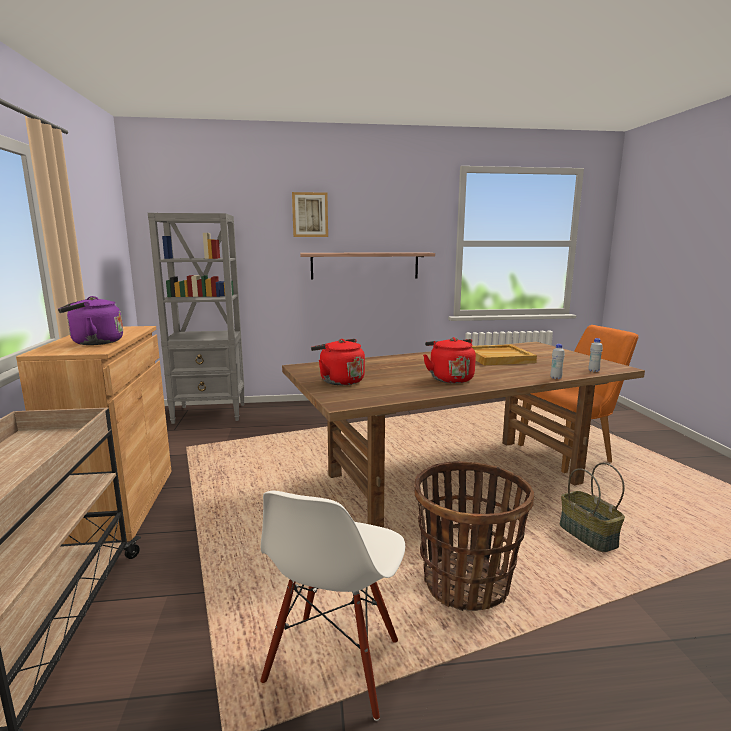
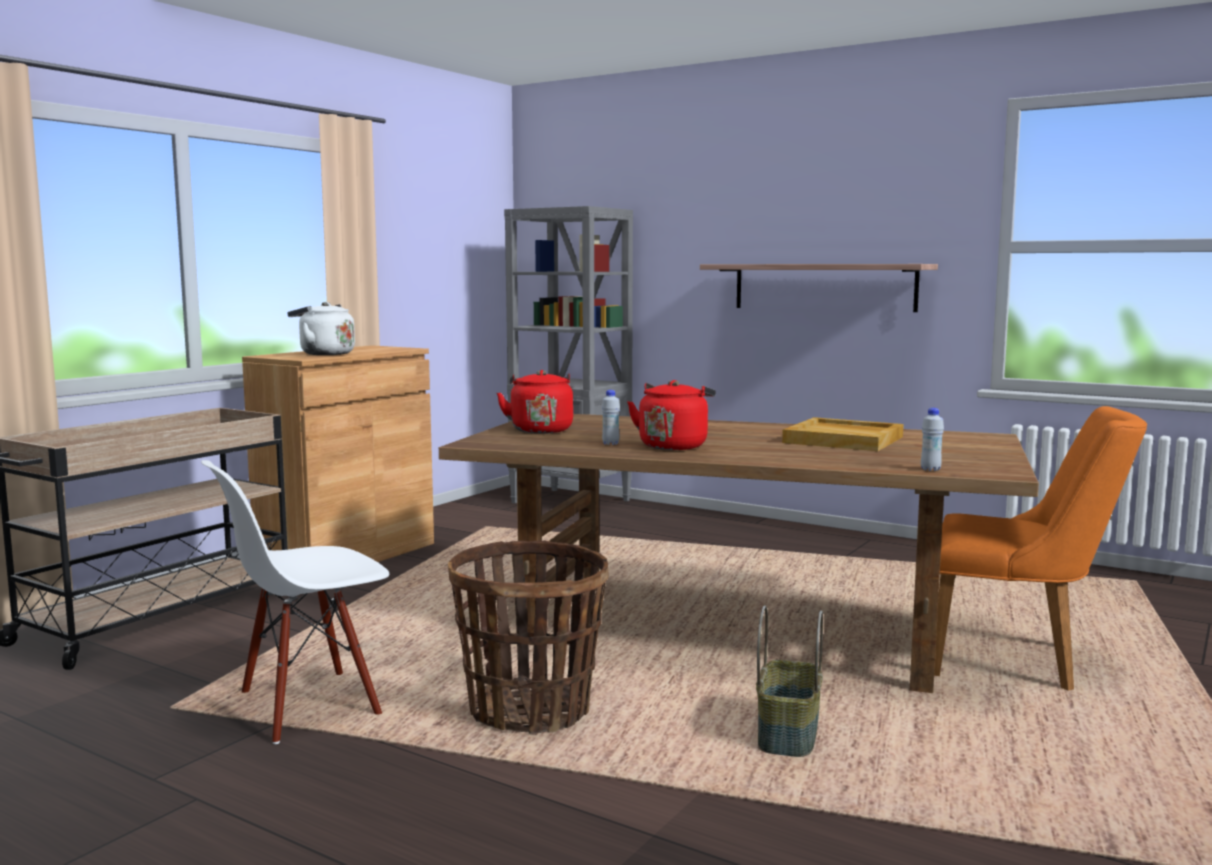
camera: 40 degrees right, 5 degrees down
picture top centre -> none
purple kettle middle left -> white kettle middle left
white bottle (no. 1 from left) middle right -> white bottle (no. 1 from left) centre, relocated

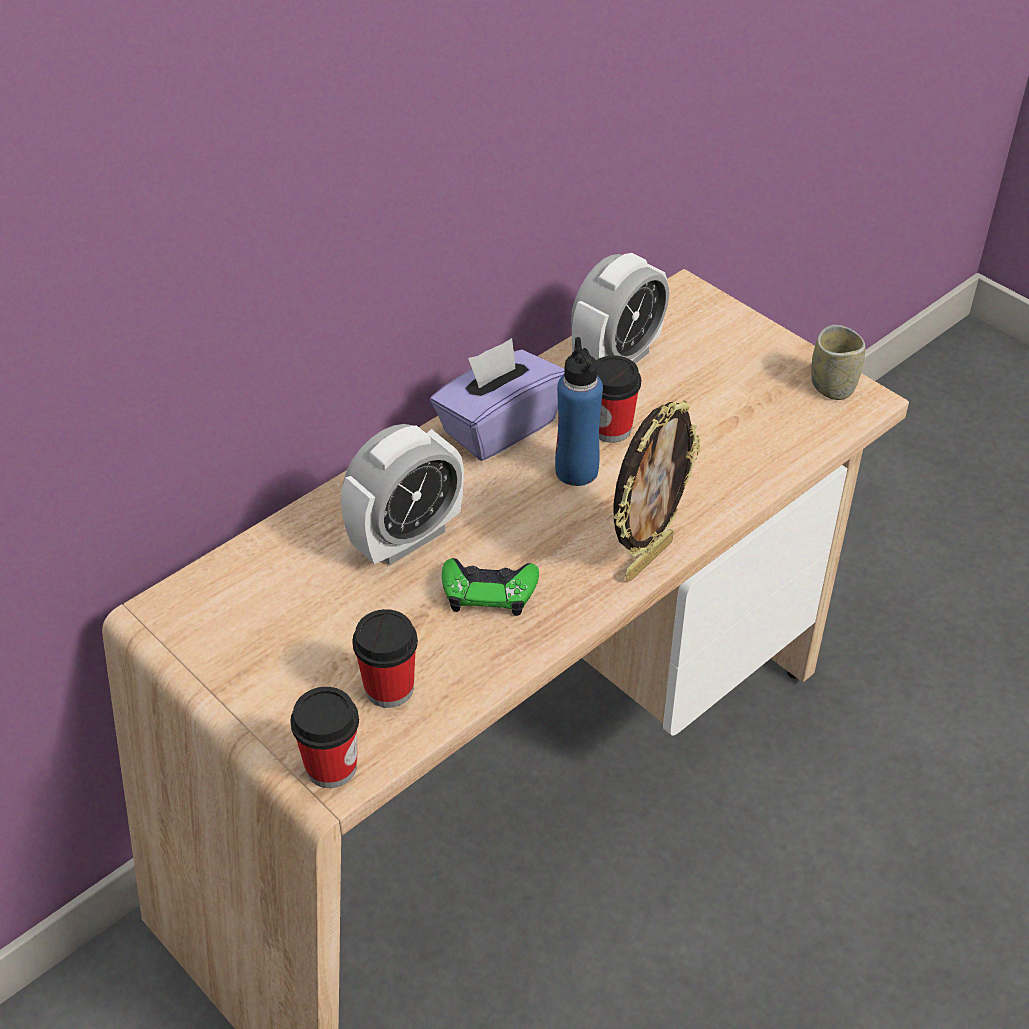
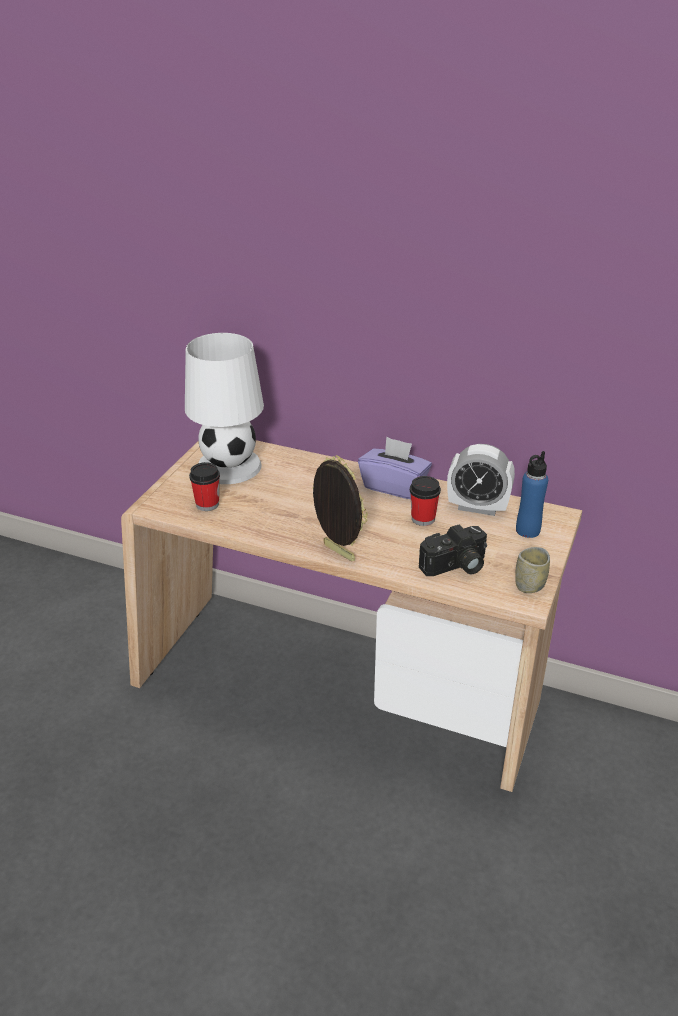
camera: 65 degrees right, 10 degrees down
blue bottle centre -> blue bottle middle right, relocated
picture frame centre, 150 degrees counterclockwise
alarm clock (no. 1 from left) centre -> none
green game controller centre -> none
cup (no. 1 from left) bottom left -> none
none -> white table lamp middle left
none -> photo camera middle right

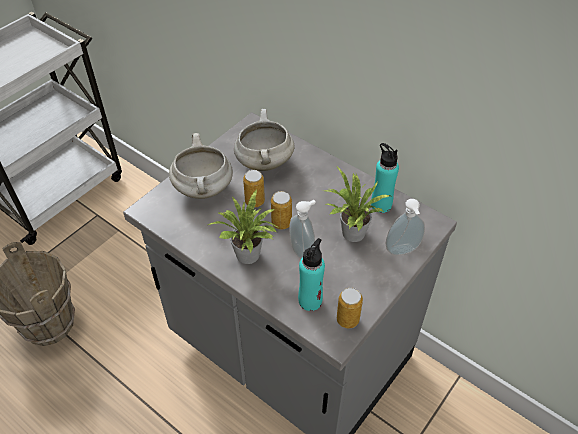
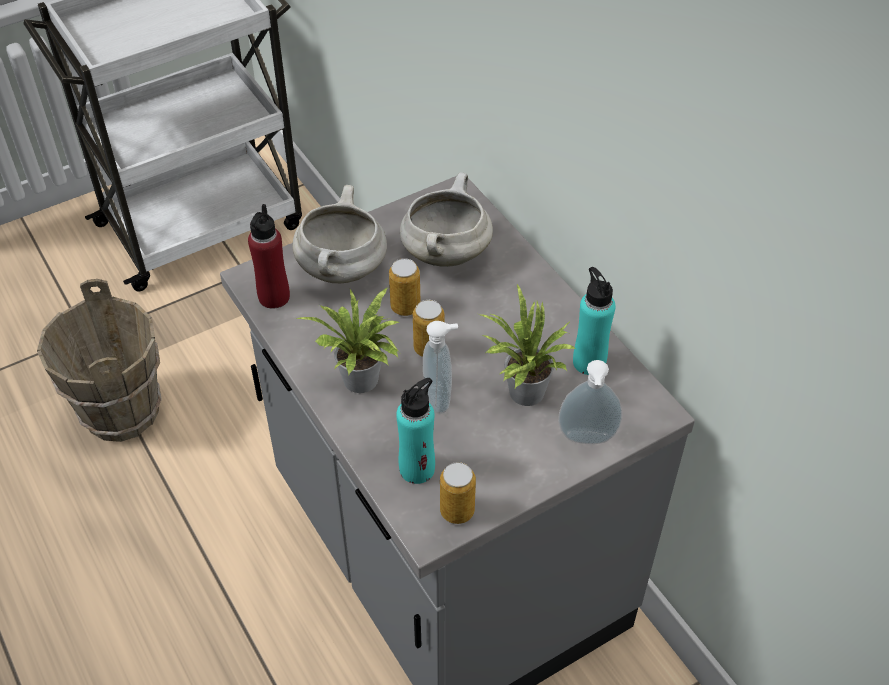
camera: 20 degrees right, 0 degrees up
none -> red bottle middle left

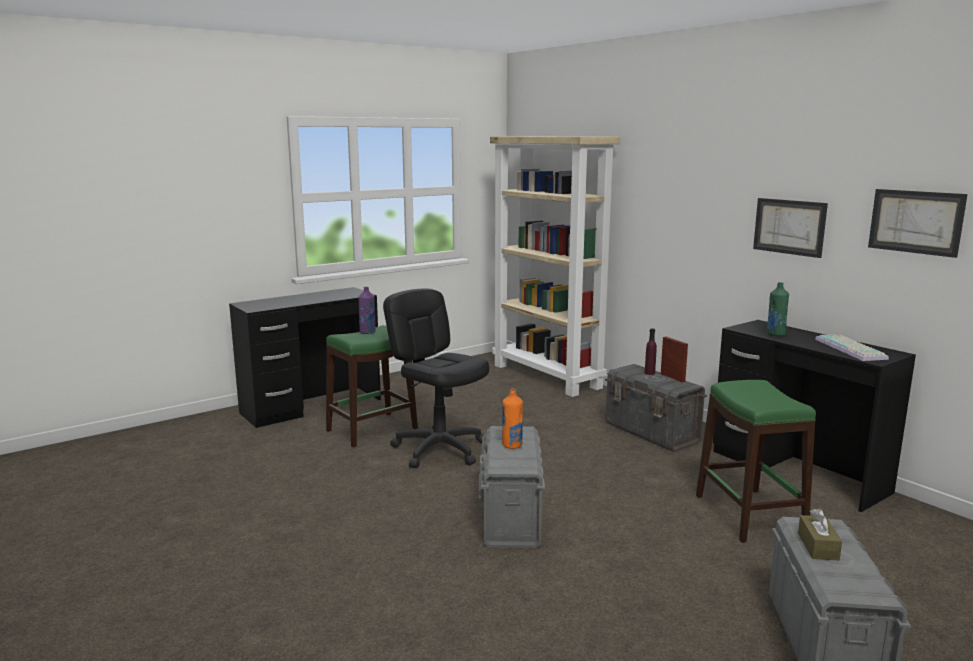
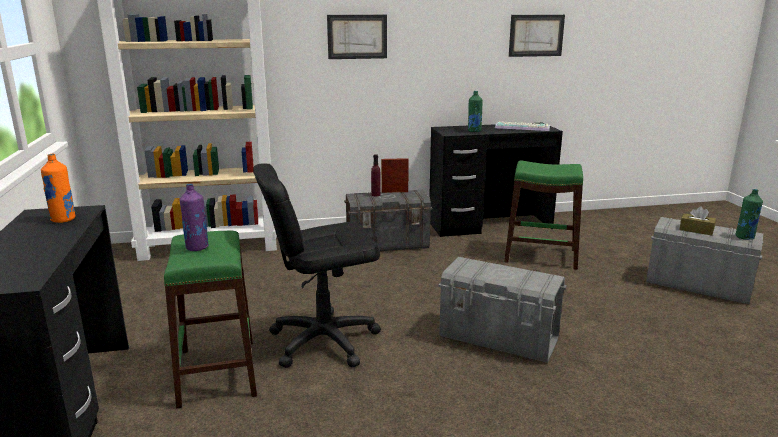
camera: 65 degrees left, 5 degrees up
picture (no. 1 from left) middle right -> picture (no. 1 from left) top centre, relocated
orange bottle centre -> orange bottle middle left, relocated
none -> green bottle (no. 2 from left) middle right

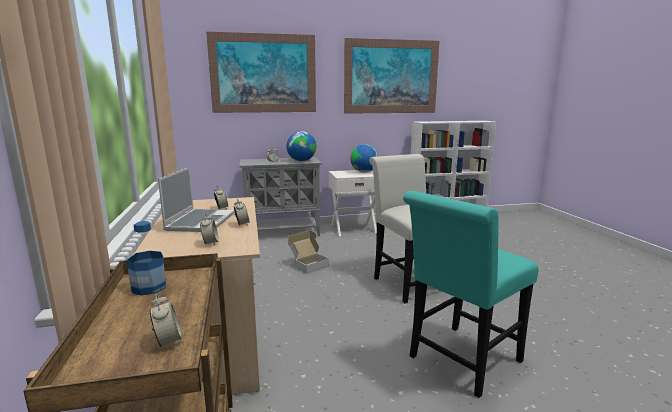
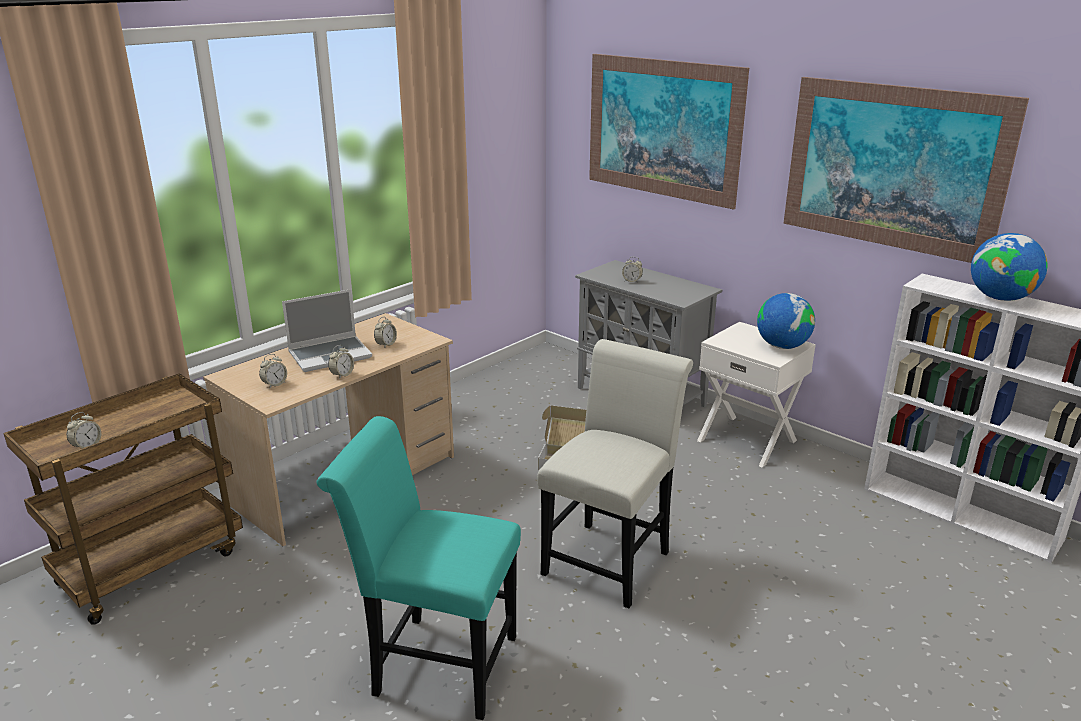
camera: 55 degrees right, 10 degrees up
globe (no. 1 from left in the first image) centre -> globe (no. 2 from left) middle right, relocated
bottle middle left -> none

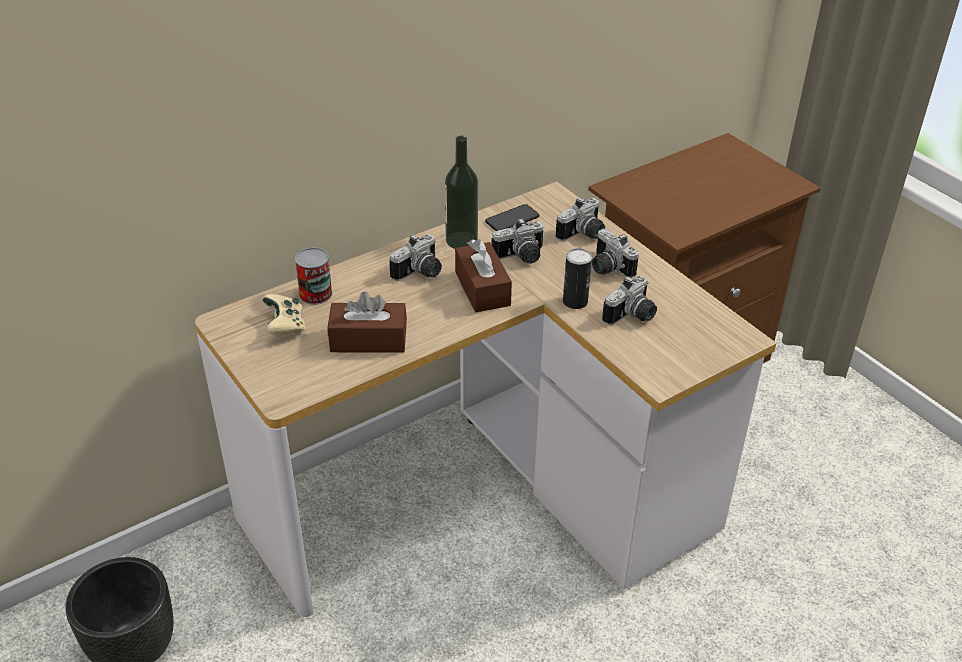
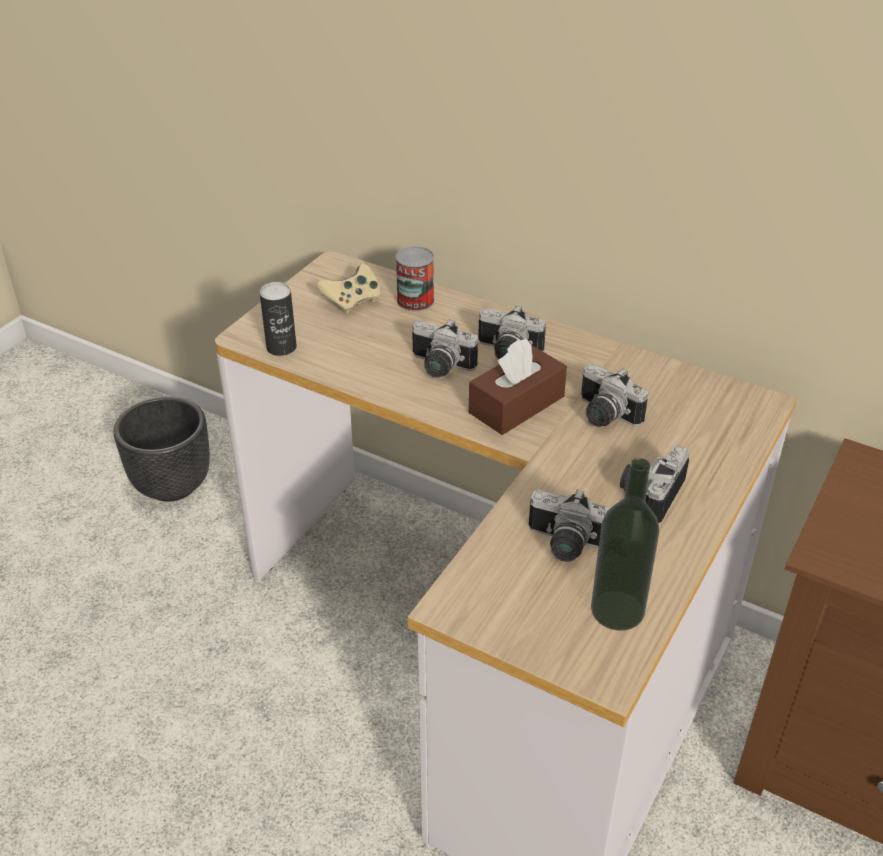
camera: 65 degrees right, 0 degrees up
bottle top centre -> bottle middle right, relocated
photo camera (no. 3 from left in the first image) top centre -> photo camera (no. 1 from left) centre, relocated
phone top centre -> none
can (no. 2 from left in the first image) centre -> can (no. 1 from left) middle left, relocated
brown tissue box (no. 1 from left) centre -> none

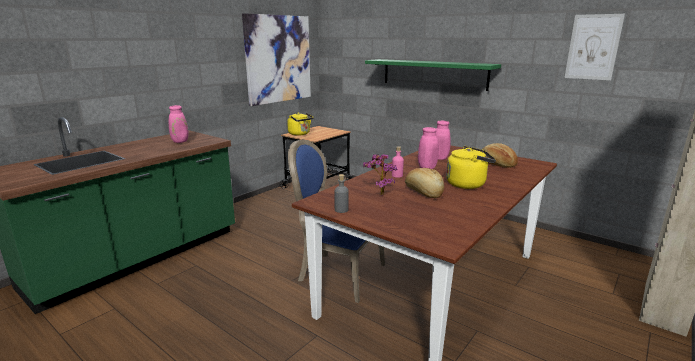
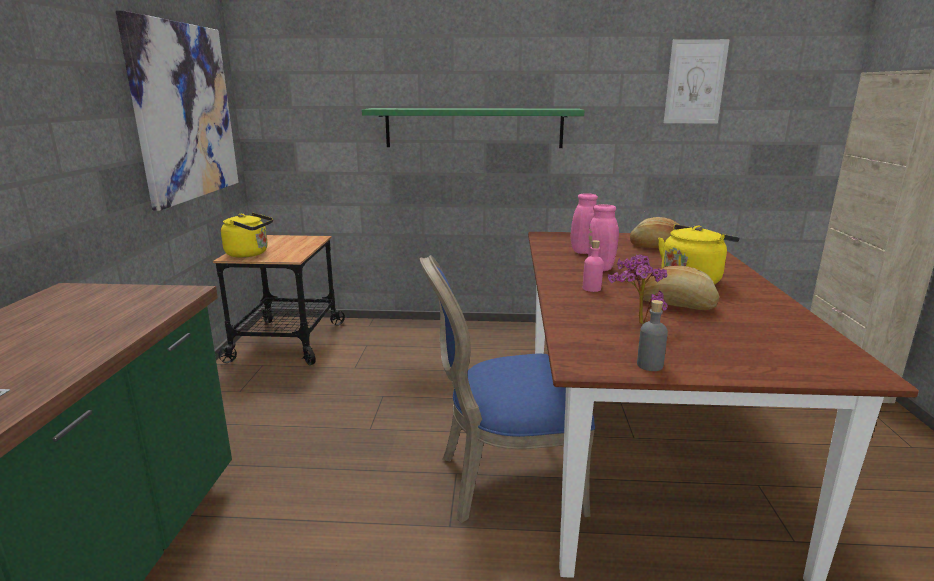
camera: 35 degrees left, 0 degrees up
pink vase (no. 1 from left) middle left -> none

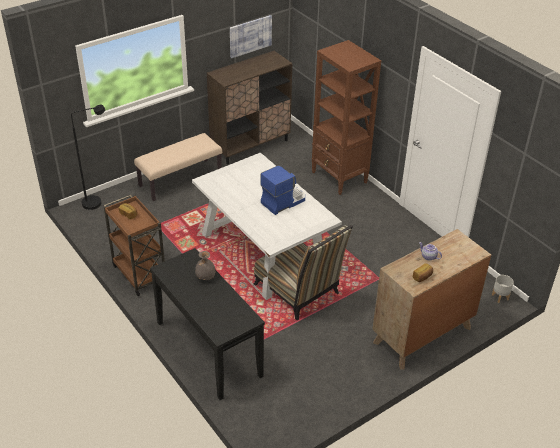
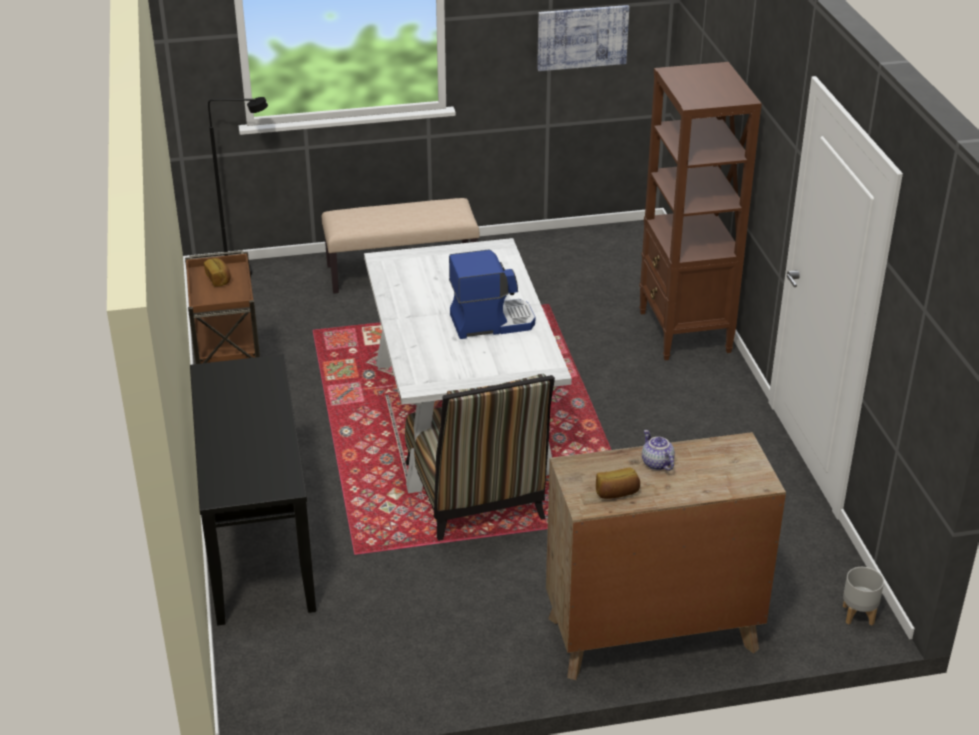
camera: 25 degrees right, 5 degrees down
brown cabinet top centre -> none
grey vase centre -> none

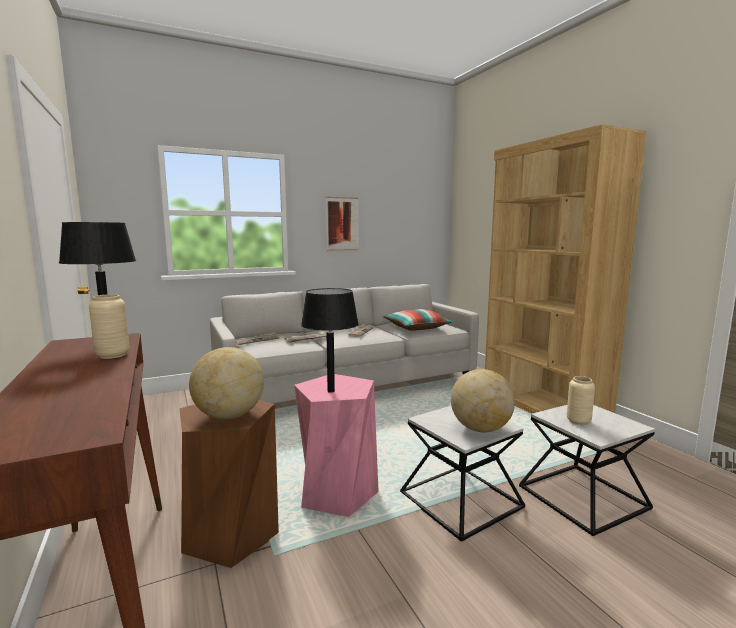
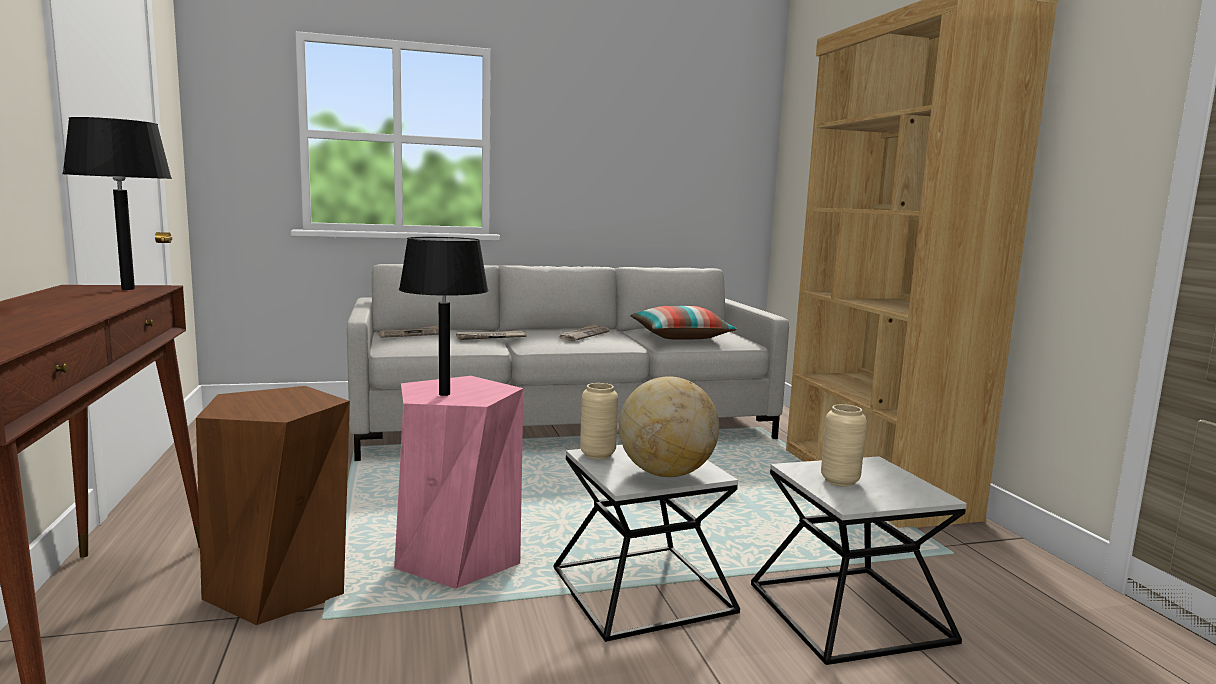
camera: 10 degrees right, 0 degrees up
picture centre -> none
beige vase (no. 1 from left) middle left -> beige vase (no. 1 from left) centre, relocated
globe (no. 1 from left) middle left -> none

